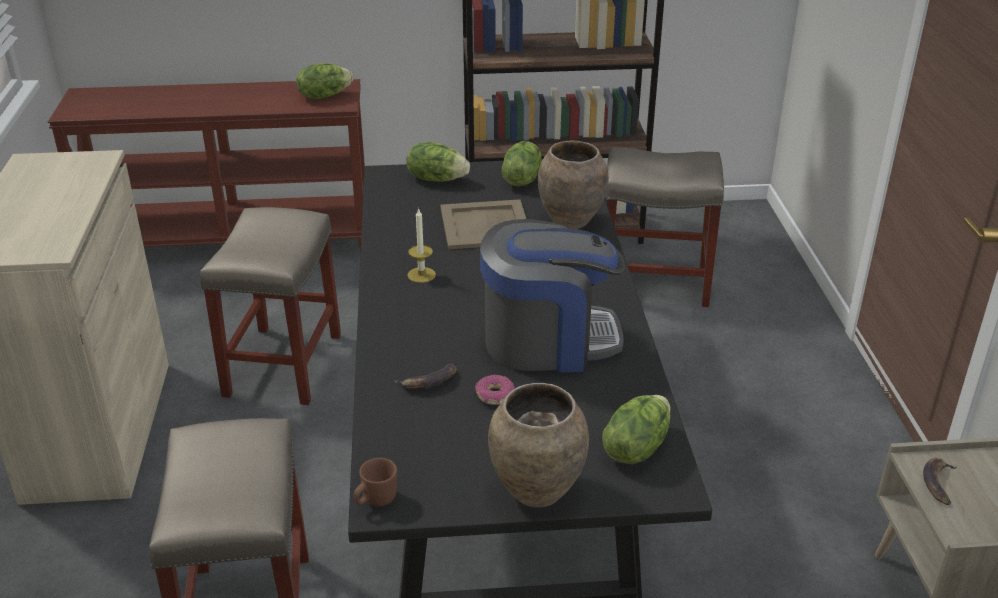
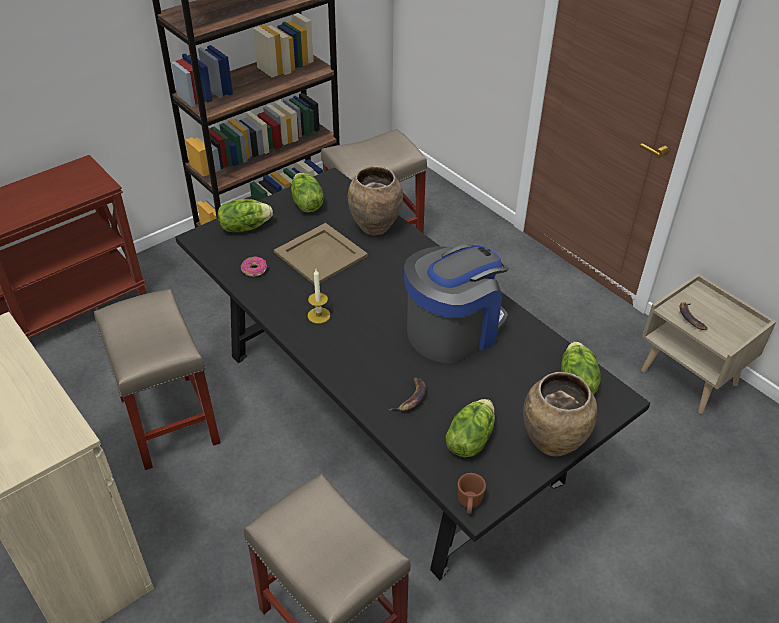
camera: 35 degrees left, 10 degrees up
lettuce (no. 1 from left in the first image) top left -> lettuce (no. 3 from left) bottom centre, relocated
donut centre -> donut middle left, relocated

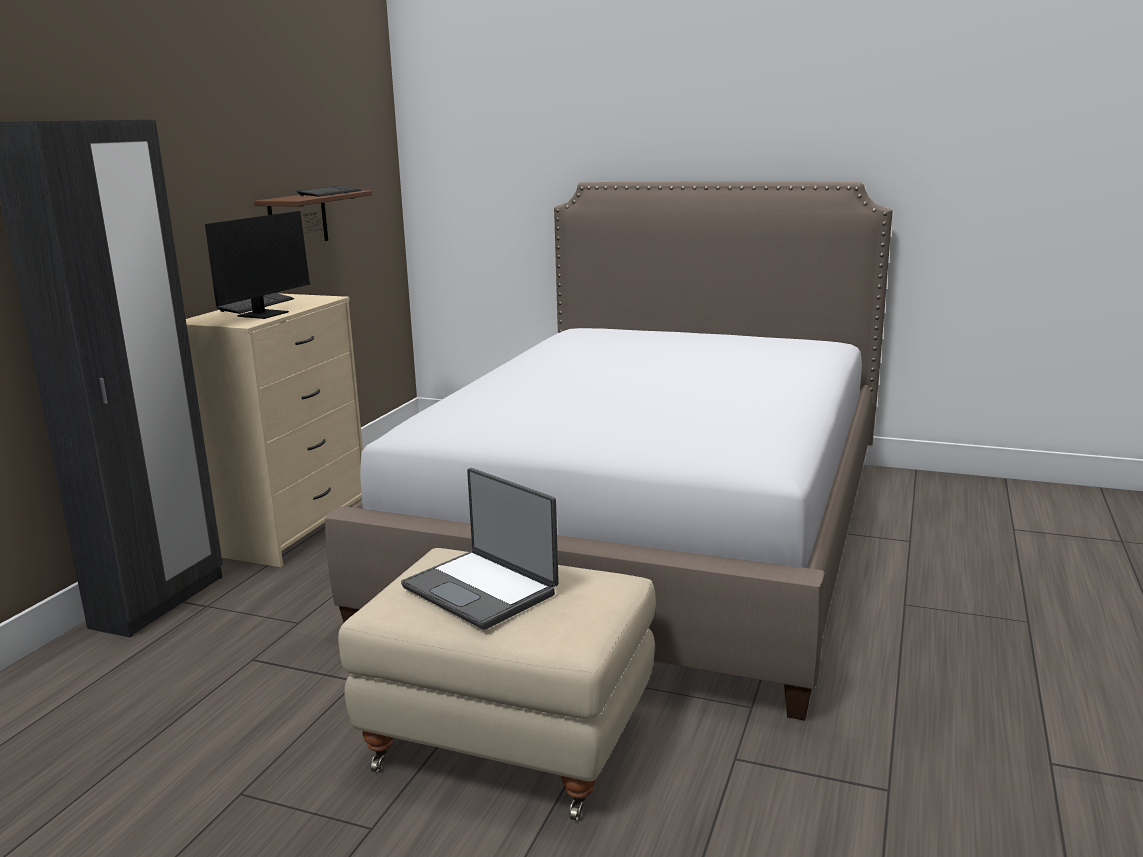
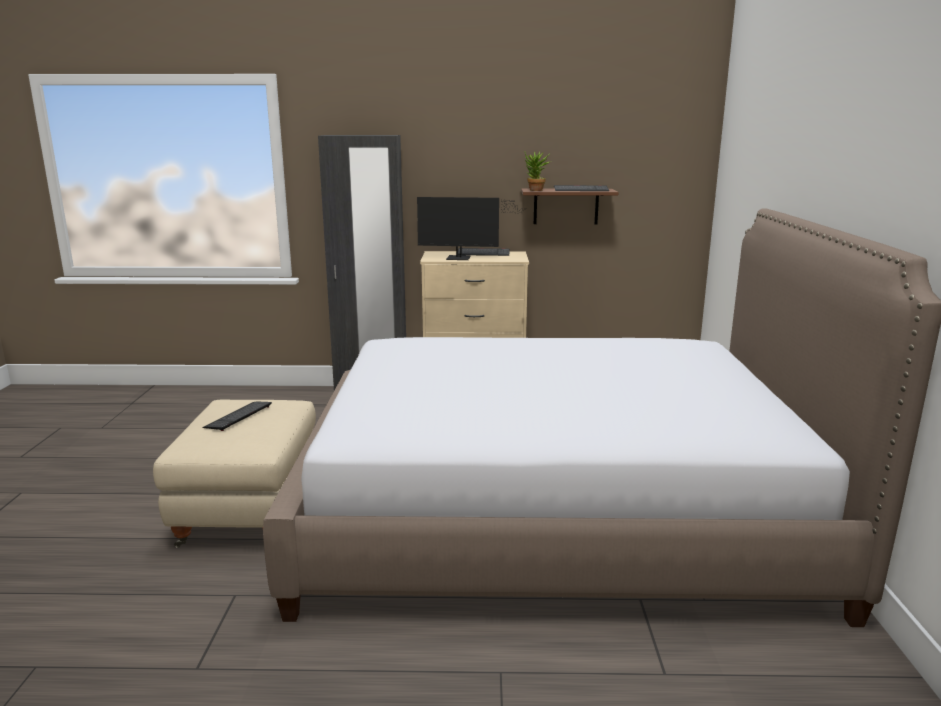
camera: 70 degrees right, 0 degrees up
laptop centre -> keyboard (no. 1 from left) middle left
none -> potted plant top centre

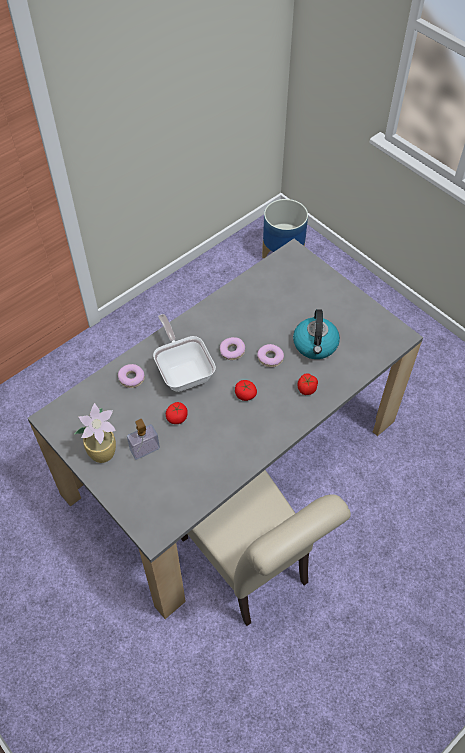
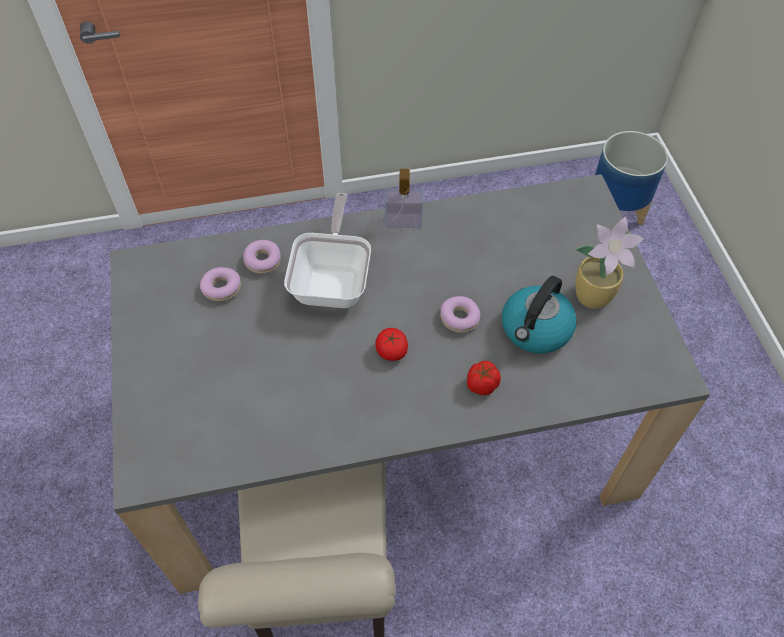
camera: 30 degrees right, 0 degrees up
donut (no. 2 from left in the first image) centre -> donut (no. 1 from left) middle left, relocated
tomato (no. 1 from left) centre -> none
potted plant middle left -> potted plant middle right, relocated
soap dispenser middle left -> soap dispenser top centre, relocated

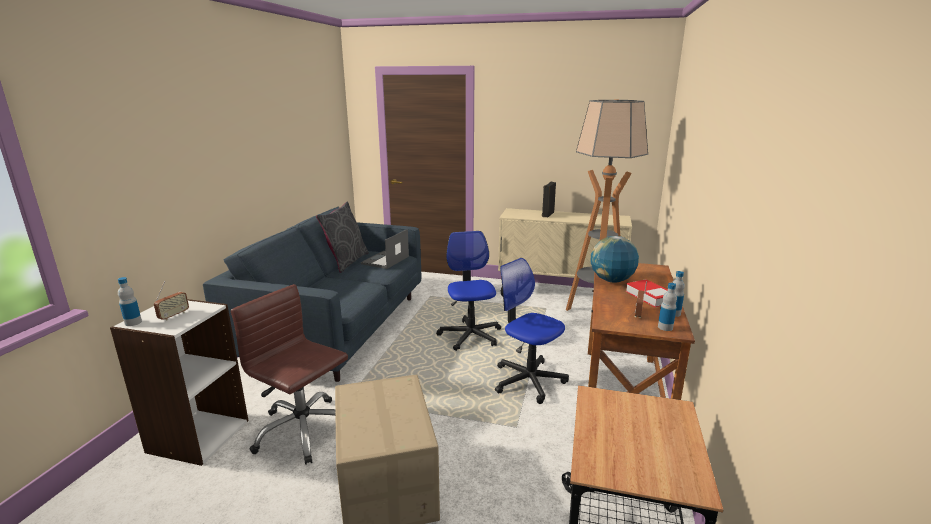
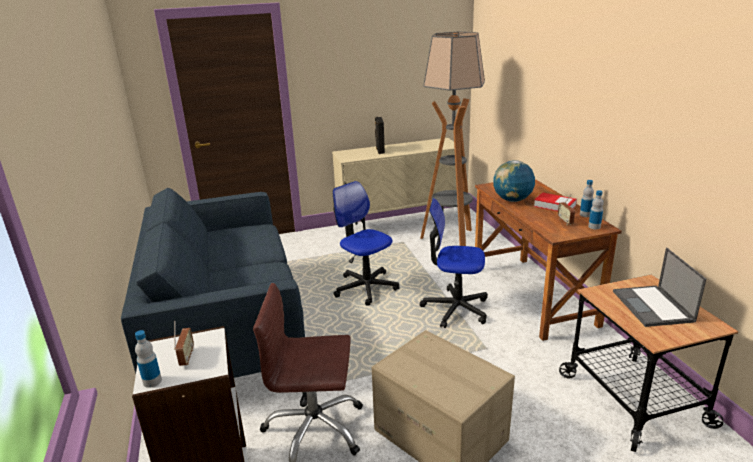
camera: 30 degrees left, 5 degrees up
grey pillow centre -> none
laptop centre -> laptop middle right, relocated

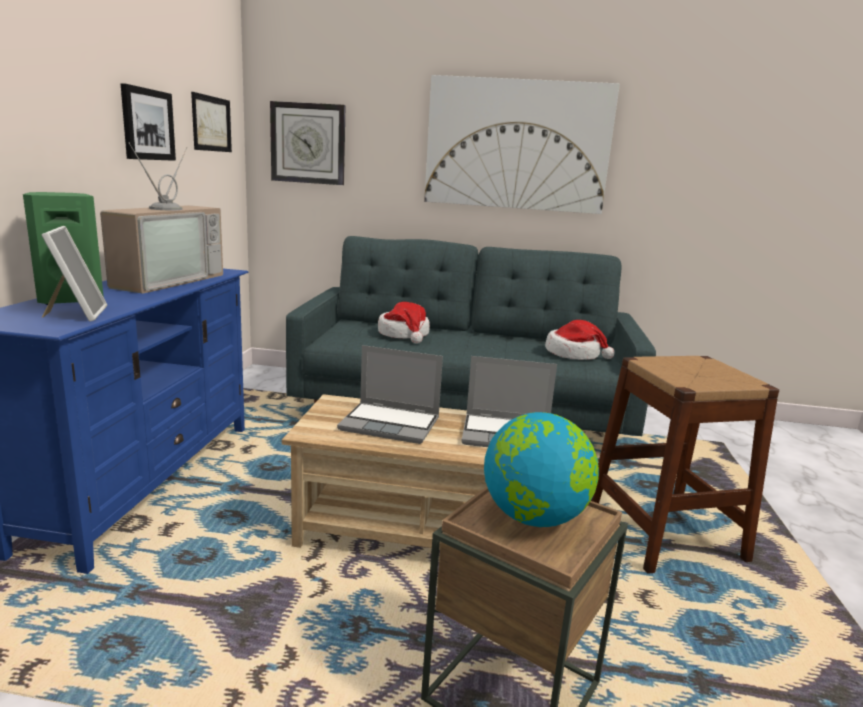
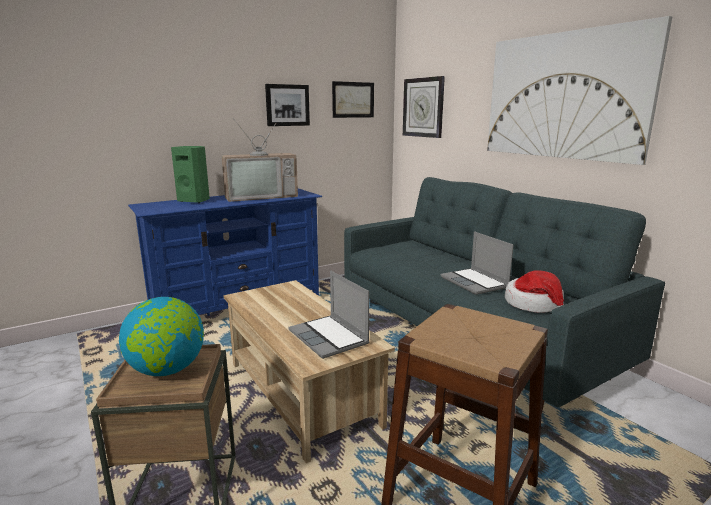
camera: 50 degrees right, 0 degrees up
picture frame middle left -> none
hat (no. 1 from left) centre -> none
laptop (no. 1 from left in the first image) centre -> laptop (no. 2 from left) middle right, relocated

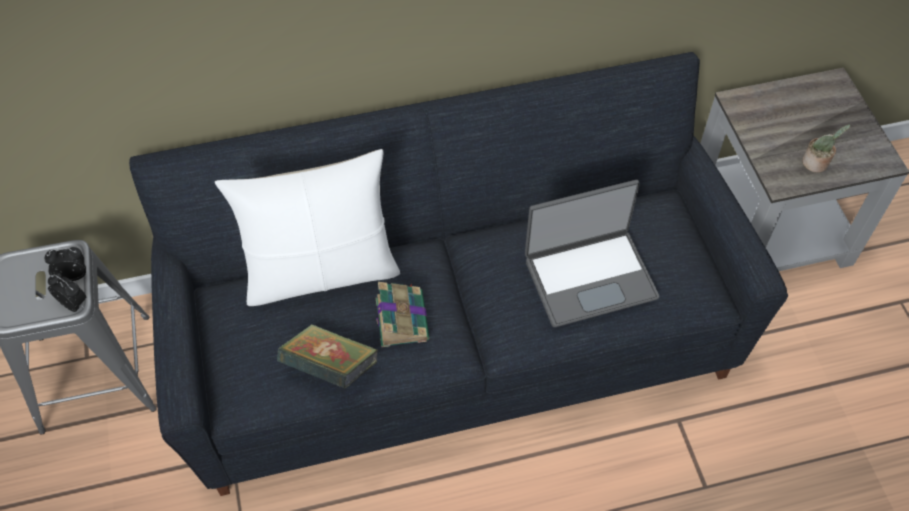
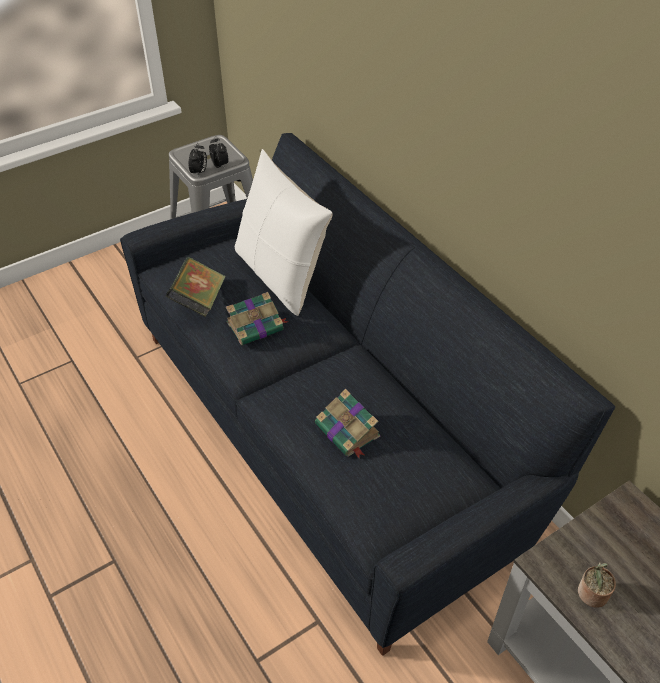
camera: 70 degrees right, 10 degrees down
laptop centre -> book (no. 3 from left) centre

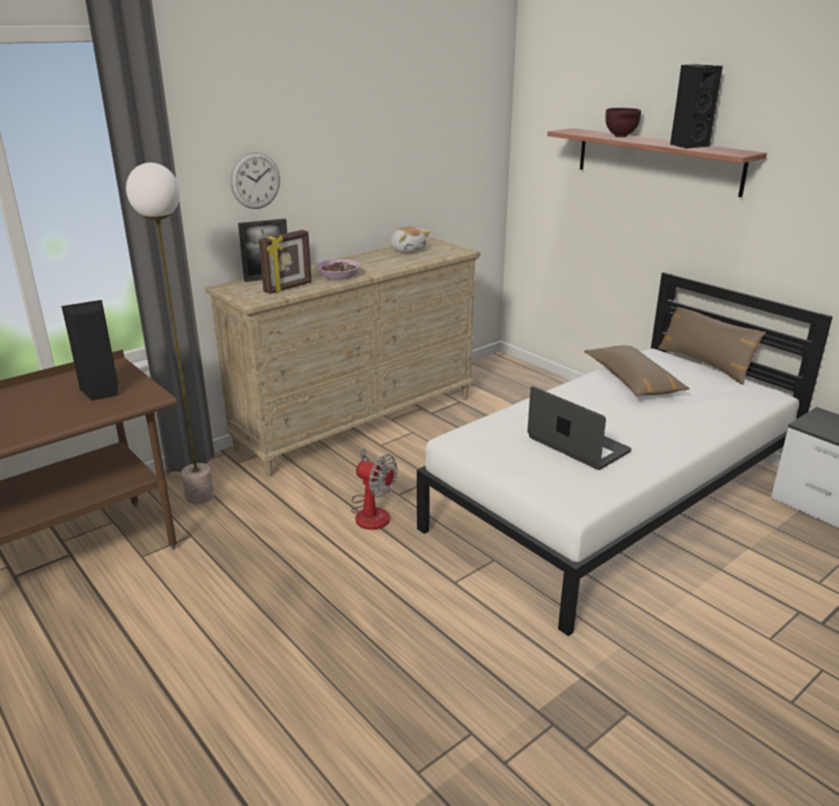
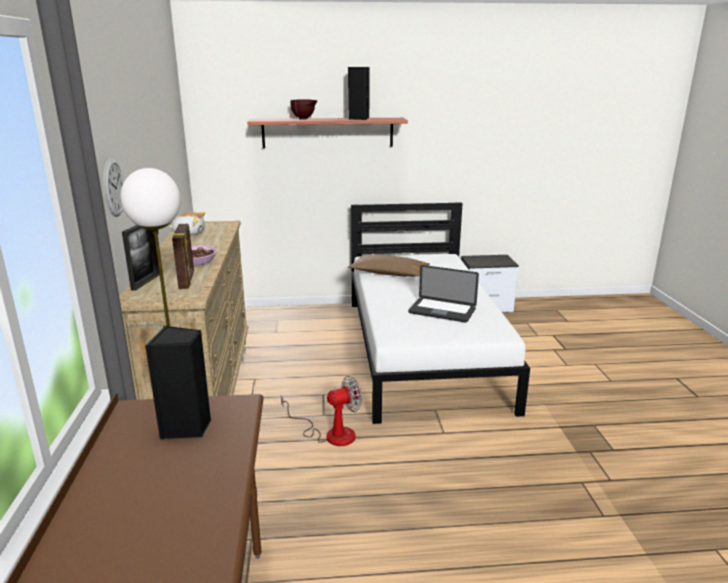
camera: 55 degrees left, 5 degrees down
brown pillow (no. 2 from left) middle right -> none
laptop middle right -> laptop centre, 150 degrees counterclockwise

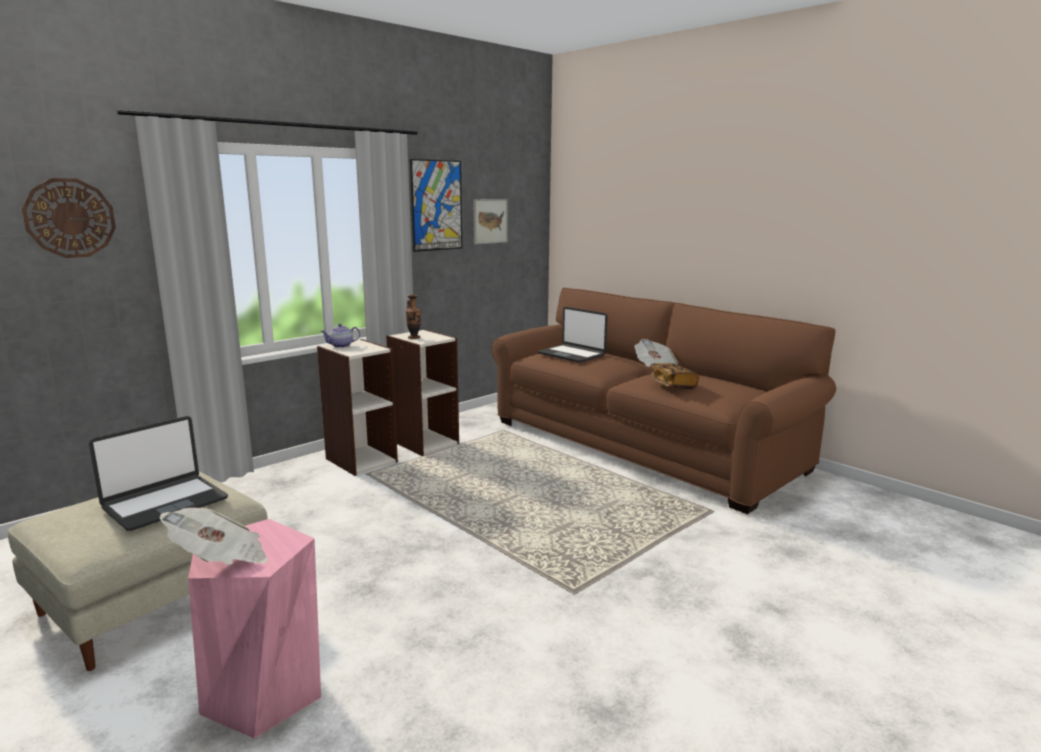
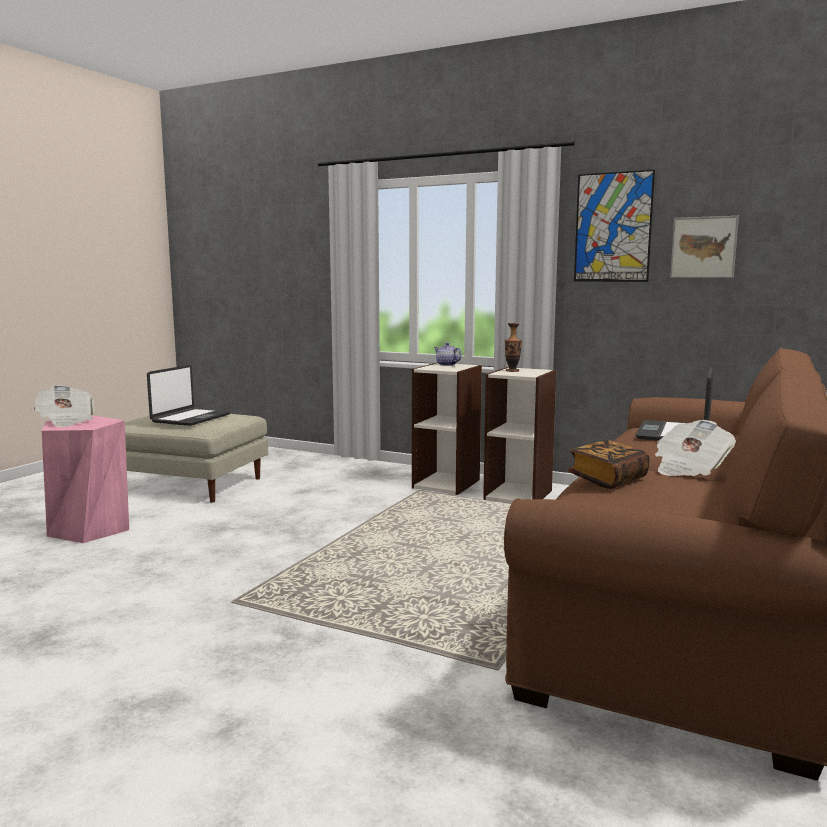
camera: 70 degrees right, 5 degrees down
wall clock top left -> none
laptop (no. 1 from left) middle left, 90 degrees counterclockwise

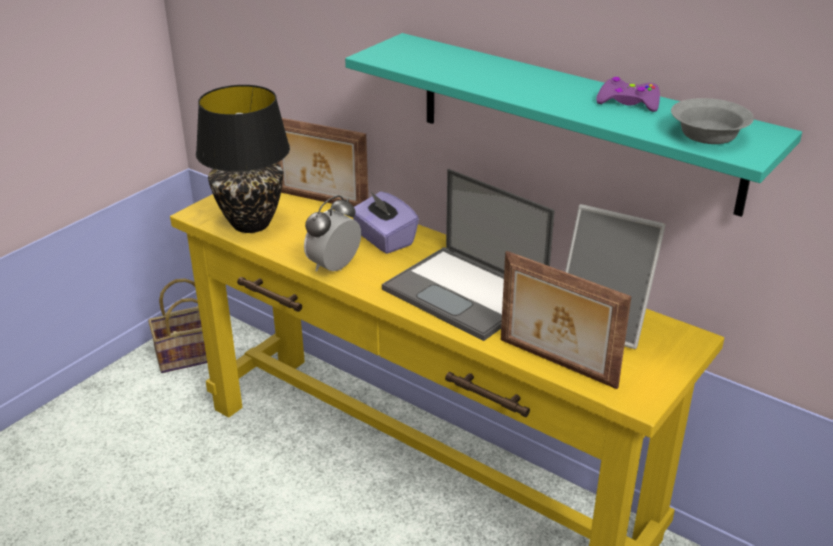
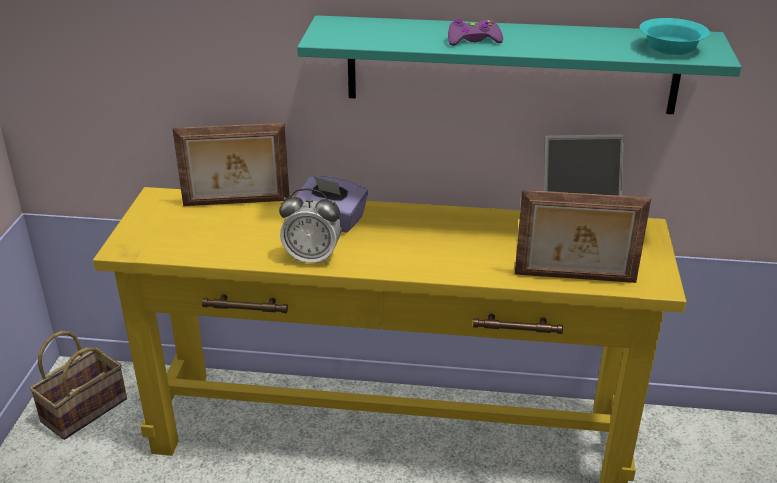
camera: 30 degrees left, 0 degrees up
purple game controller top right -> purple game controller top centre, relocated
black table lamp top left -> none
grey bowl top right -> turquoise bowl top right
laptop centre -> none
alarm clock centre, 90 degrees counterclockwise

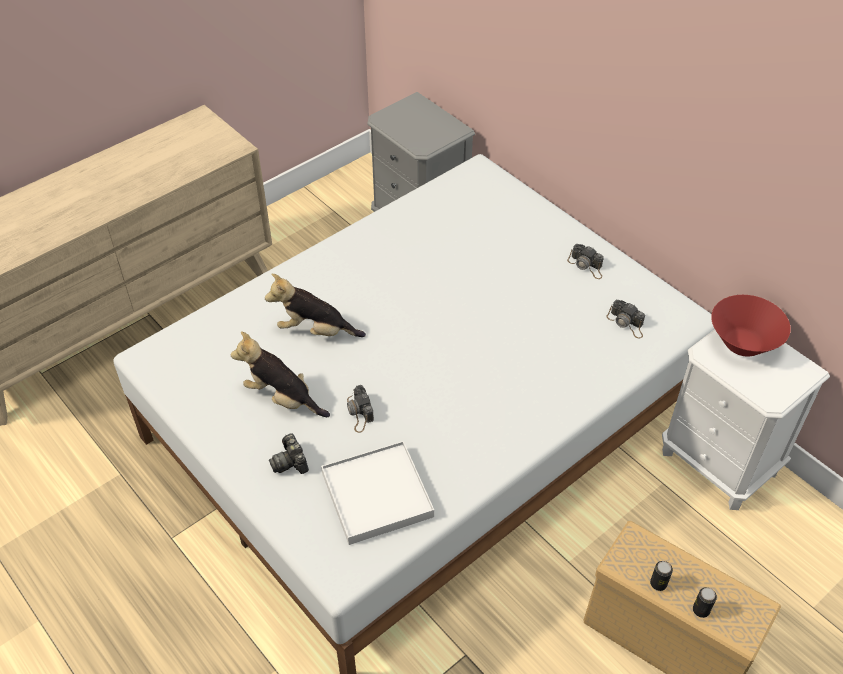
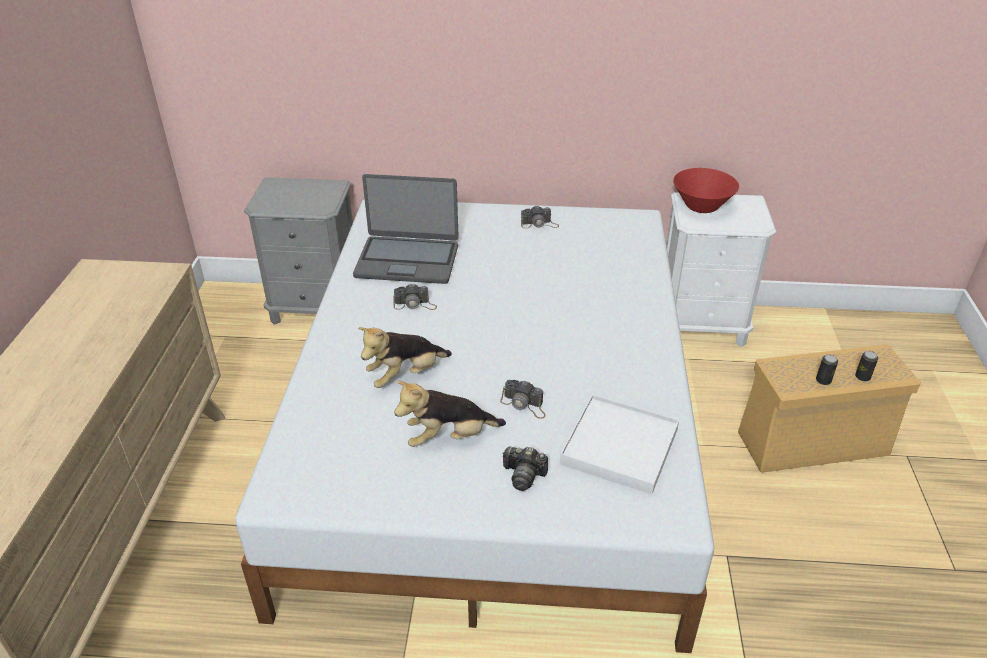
camera: 45 degrees left, 10 degrees down
photo camera (no. 4 from left in the first image) middle right -> photo camera (no. 1 from left) centre, relocated
none -> laptop centre

